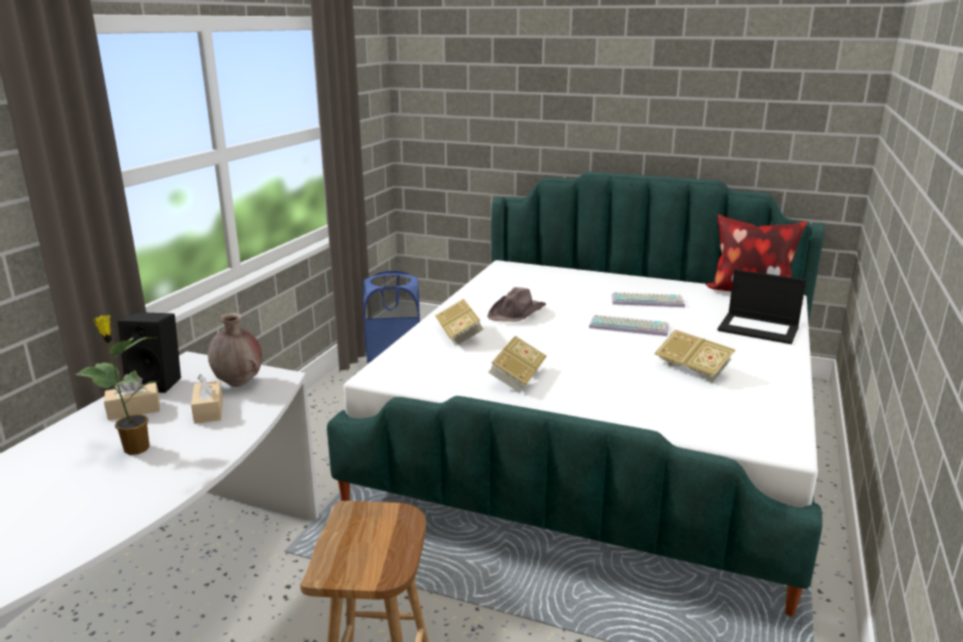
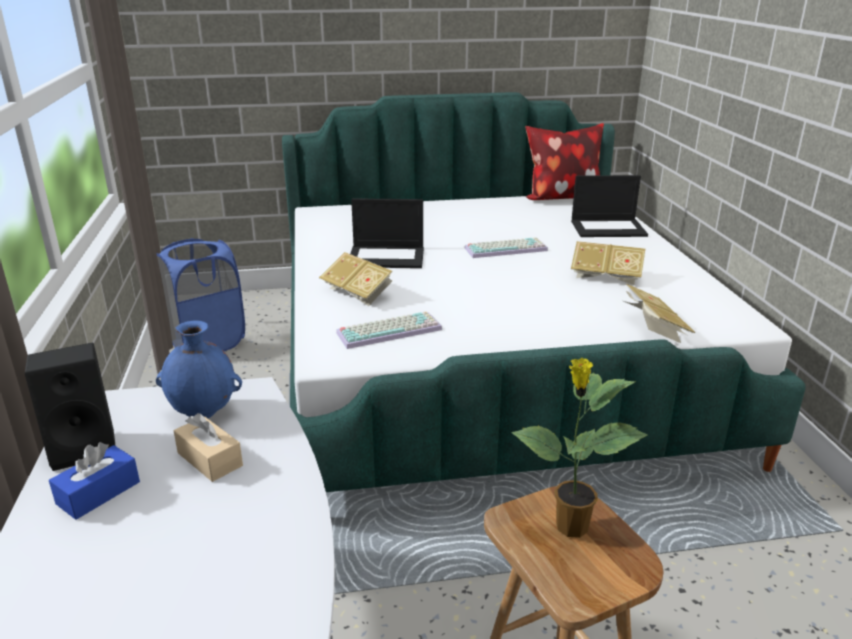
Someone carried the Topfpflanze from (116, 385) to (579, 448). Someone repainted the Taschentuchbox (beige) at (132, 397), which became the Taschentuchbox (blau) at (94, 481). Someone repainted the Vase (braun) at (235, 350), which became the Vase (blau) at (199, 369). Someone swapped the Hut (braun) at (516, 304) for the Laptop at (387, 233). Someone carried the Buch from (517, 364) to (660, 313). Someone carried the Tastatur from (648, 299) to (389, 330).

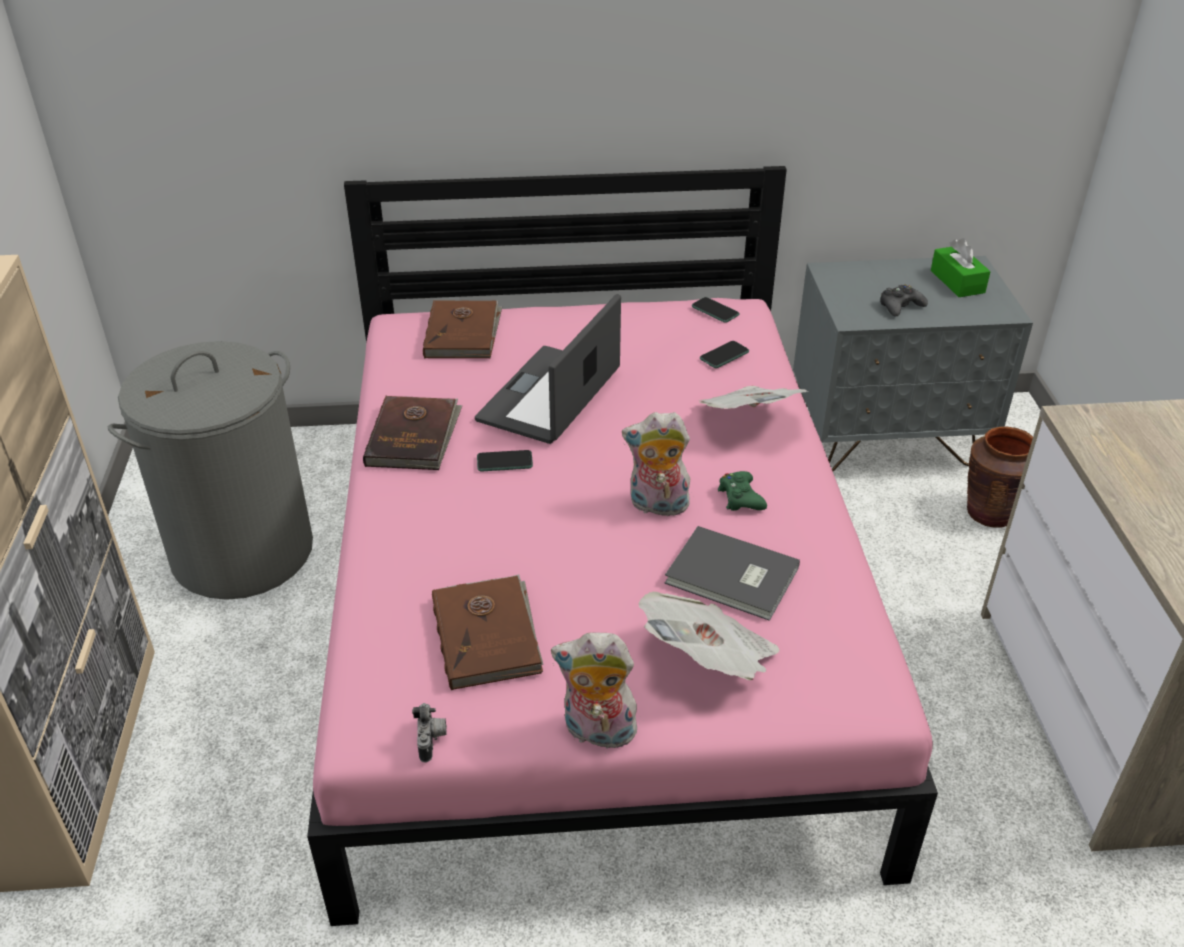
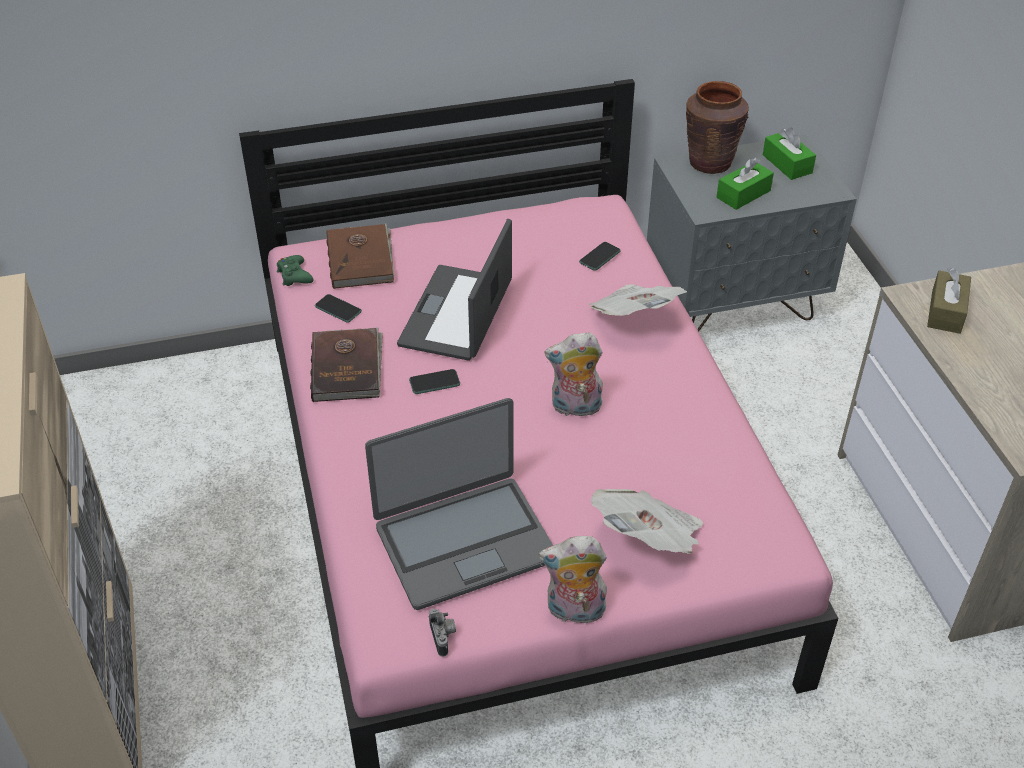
Someone took away the Wäschekorb (grau) at (210, 470). Someone swapped the Buch (braun) at (487, 632) for the Laptop at (459, 504). Someone took away the Buch (grau) at (732, 573). Someone carried the Handy from (716, 310) to (338, 308). Someone carried the Gamepad (grün) from (742, 491) to (295, 270). Someone swapped the Gamepad (schwarz) at (904, 300) for the Taschentuchbox (grün) at (745, 183). Someone carried the Vase (braun) from (1000, 477) to (717, 127). Someone put down the Taschentuchbox (braun) at (949, 301).

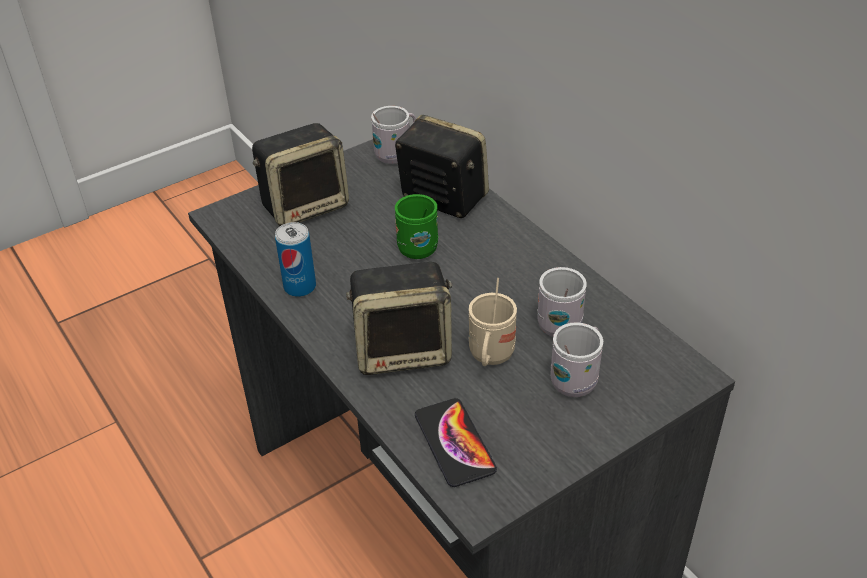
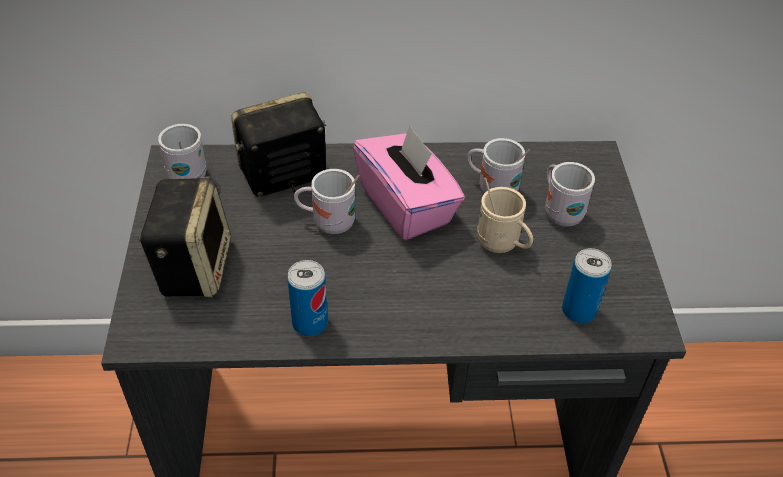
Someone took away the Lautsprecher at (399, 318). Someone repainted the Henkelbecher (grün) at (416, 226), which became the Henkelbecher (weiß) at (327, 201). Someone swapped the Handy at (456, 442) for the Dose at (587, 285). Someone put down the Taschentuchbox (rosa) at (409, 182).

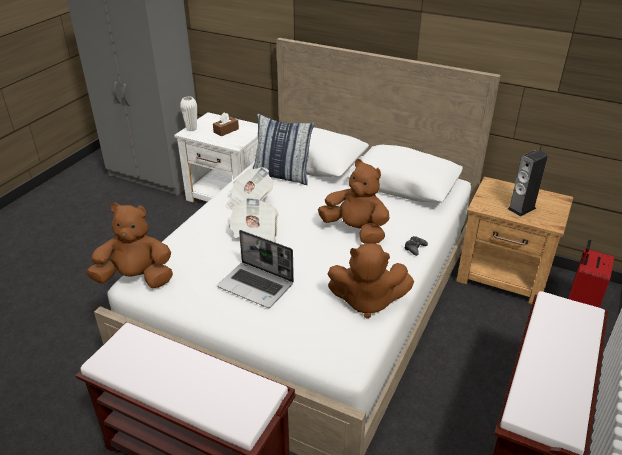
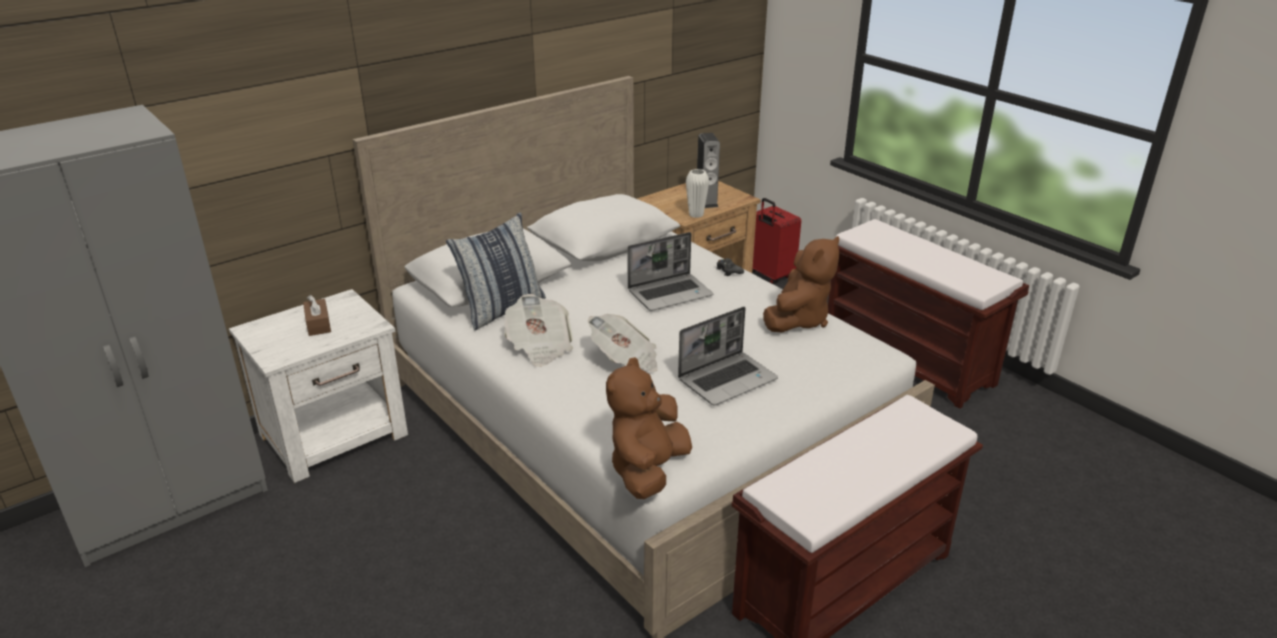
Someone carried the Vase (weiß) from (188, 113) to (697, 193). Someone swapped the Plüschtier (braun) at (353, 201) for the Laptop at (670, 271).

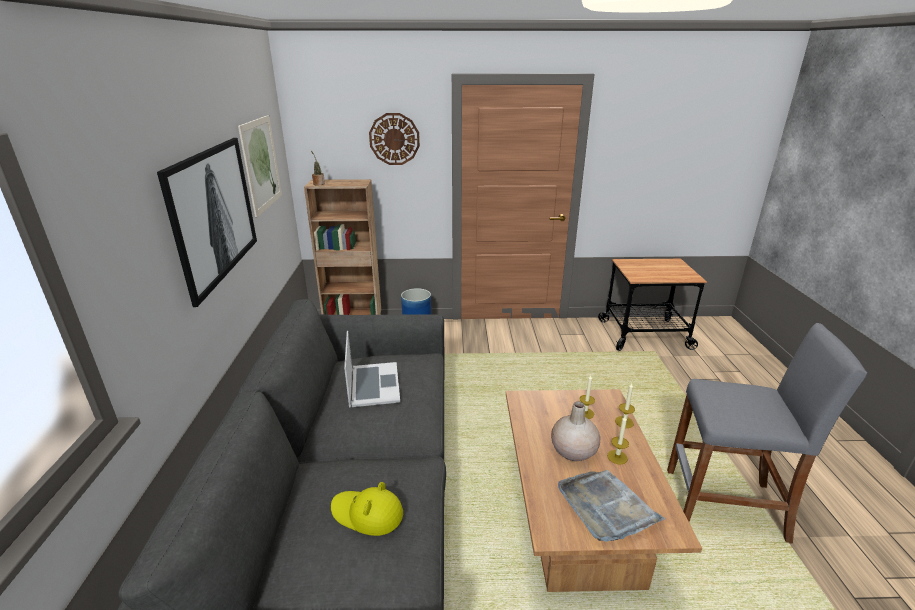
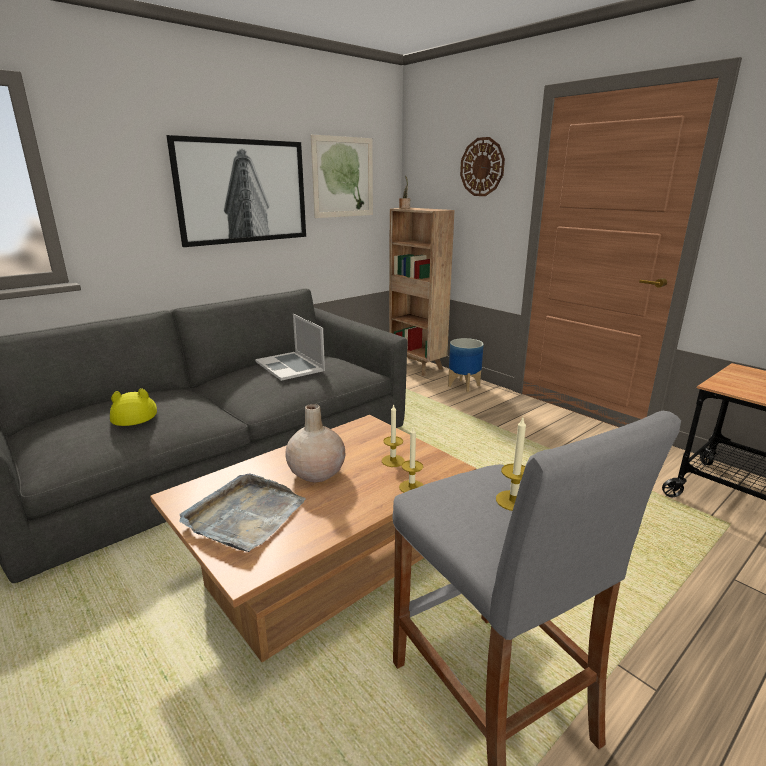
Someone rotated the Laptop at (372, 369) by 105 degrees clockwise. Someone carried the Kerze from (618, 440) to (511, 464).

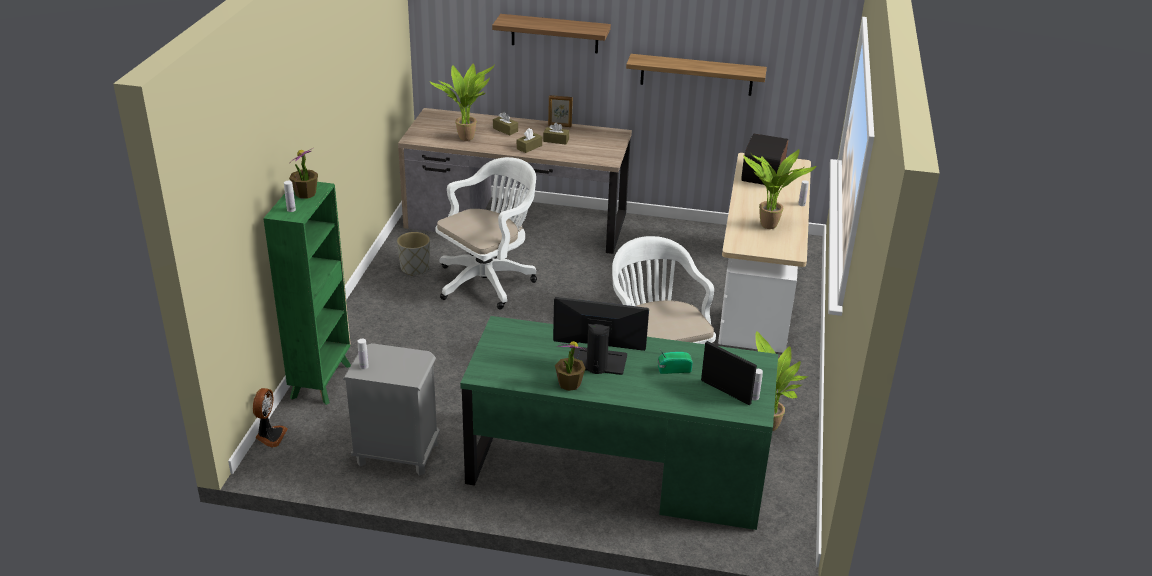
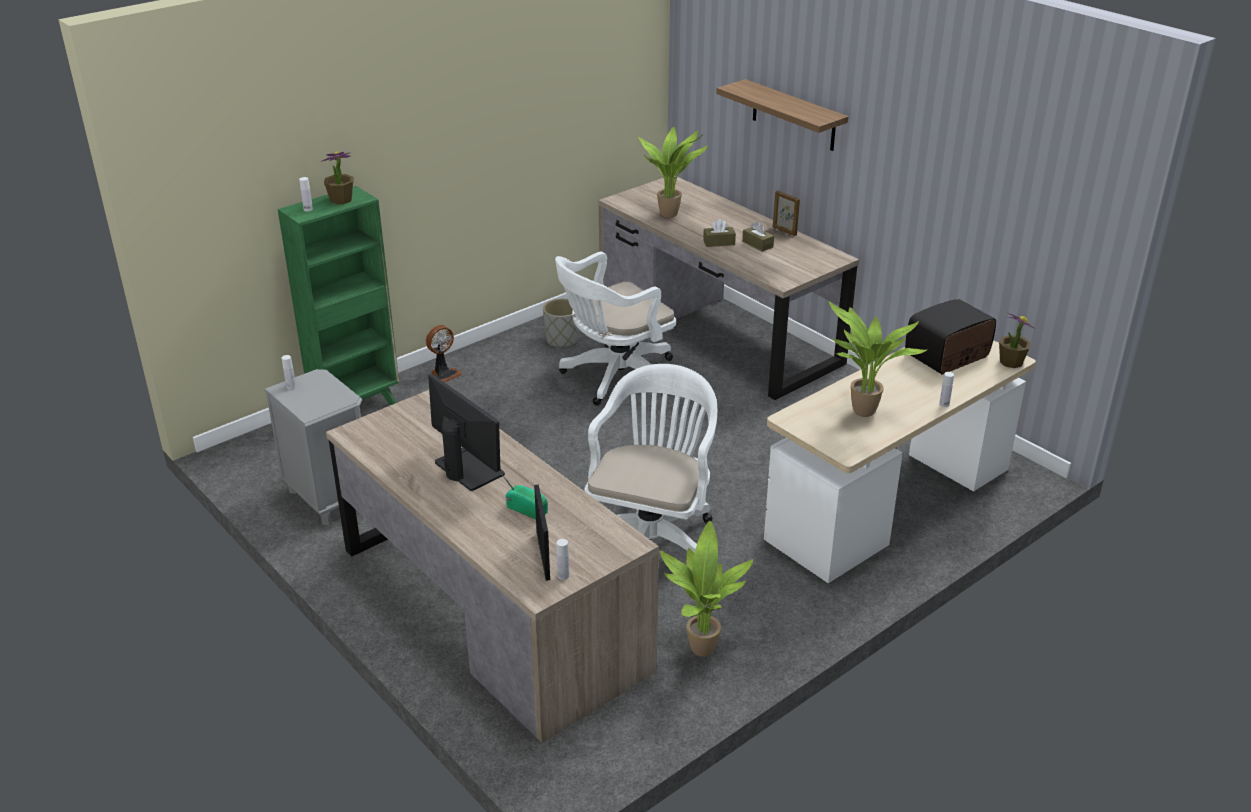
Someone carried the Ventilator from (270, 417) to (444, 353). Someone rotated the Bürostuhl (weiß) at (486, 233) by 150 degrees clockwise. Someone repainted the Schreibtisch (grün) at (619, 423), which became the Schreibtisch (braun) at (492, 566). Someone took away the Taschentuchbox (braun) at (505, 123). Someone carried the Topfpflanze from (570, 366) to (1016, 340). Someone took away the Wandregal at (696, 75).

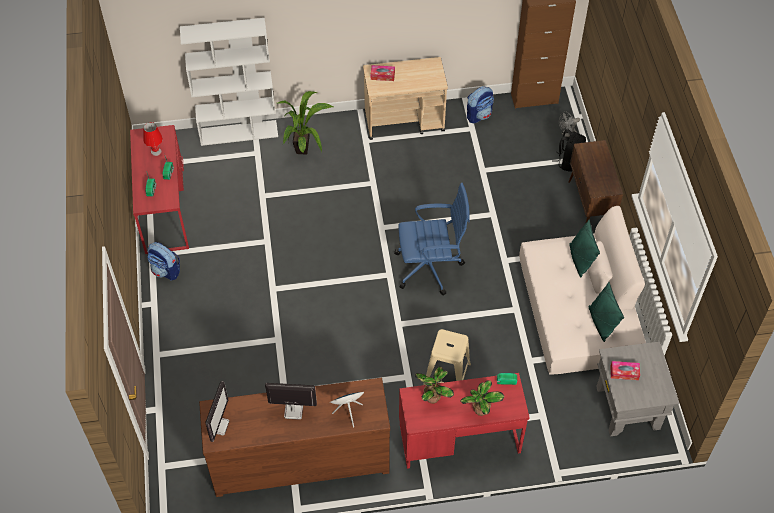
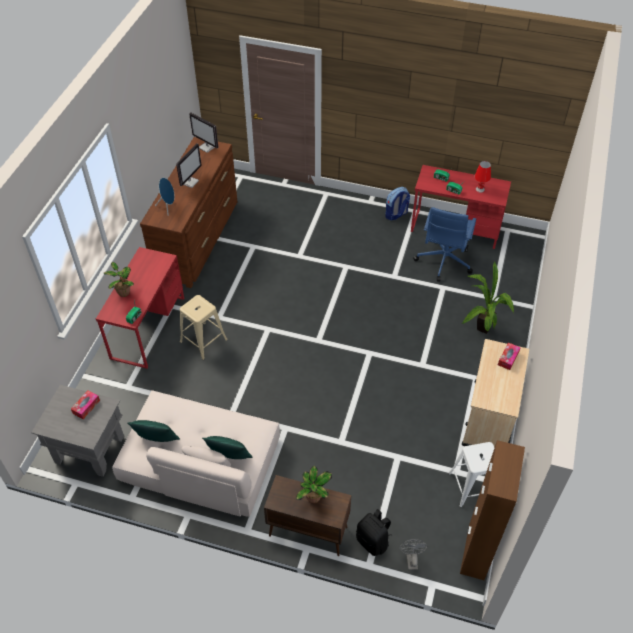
Someone took away the Bücherregal (weiß) at (229, 82). Someone carried the Bürostuhl (blau) from (432, 239) to (444, 244). Someone carried the Topfpflanze from (434, 385) to (314, 484). Someone swapped the Rucksack at (480, 104) for the Hocker (weiß) at (471, 474).

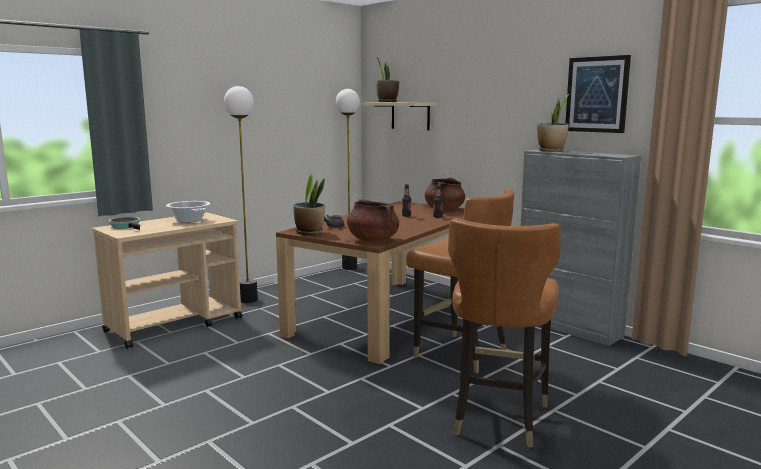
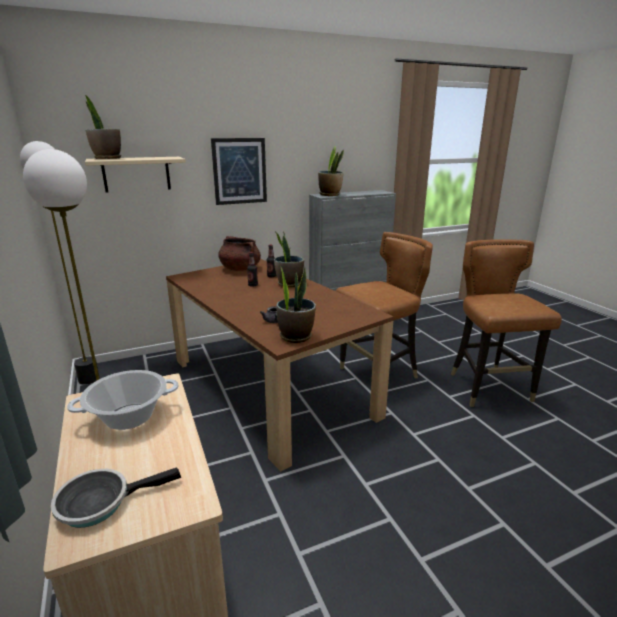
Someone took away the Kochtopf (braun) at (373, 220). Someone rotated the Stuhl (braun) at (504, 333) by 135 degrees counterclockwise. Someone carried the Bild from (598, 94) to (239, 171). Someone put down the Topfpflanze at (289, 259).

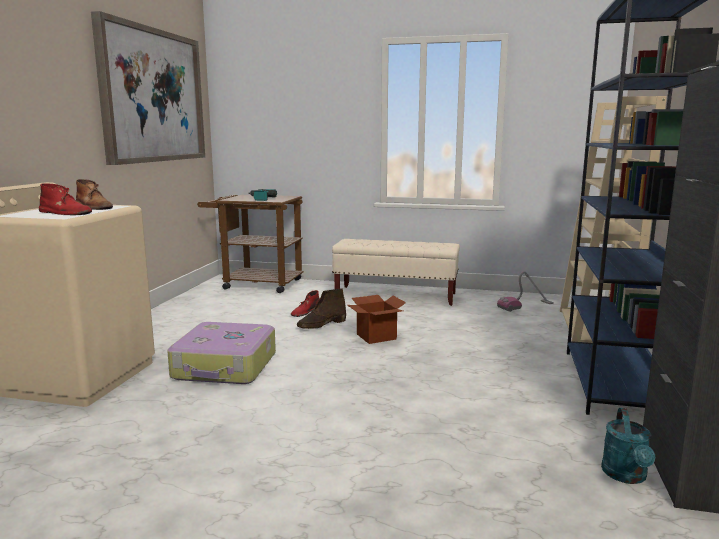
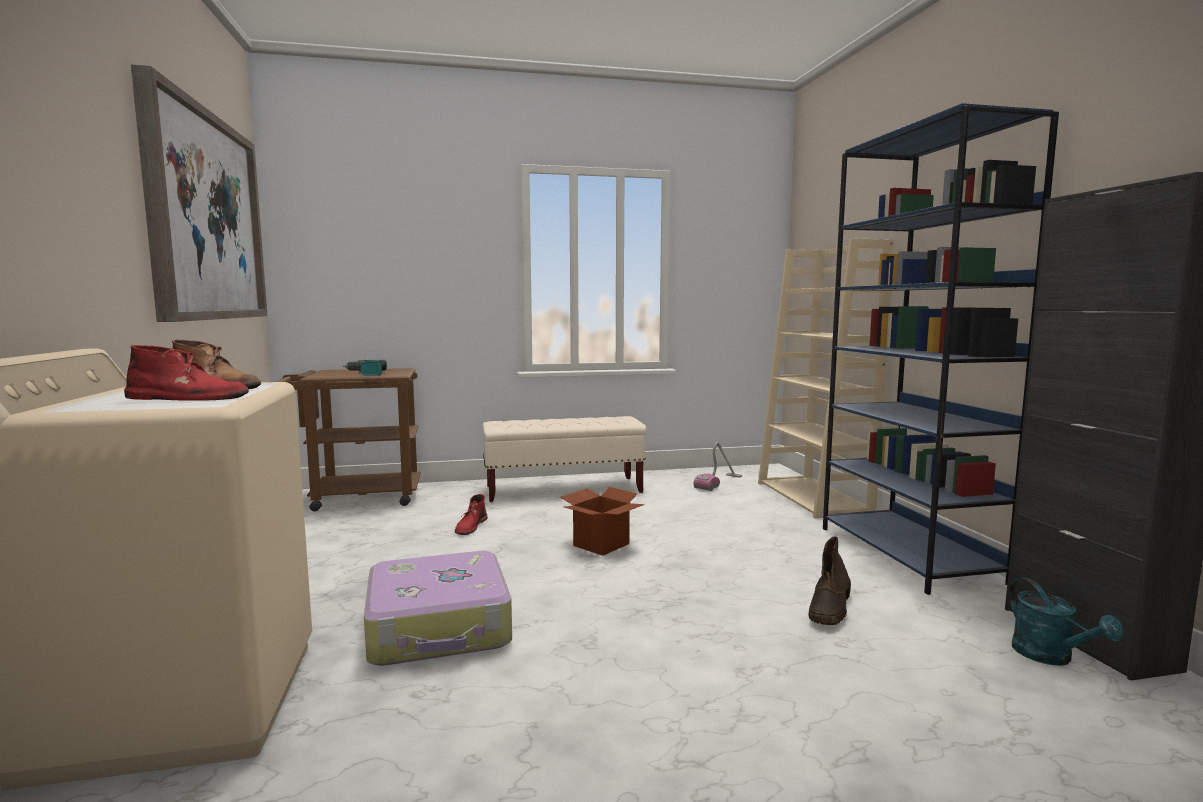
Someone carried the Stiefel (braun) from (321, 308) to (830, 580).

